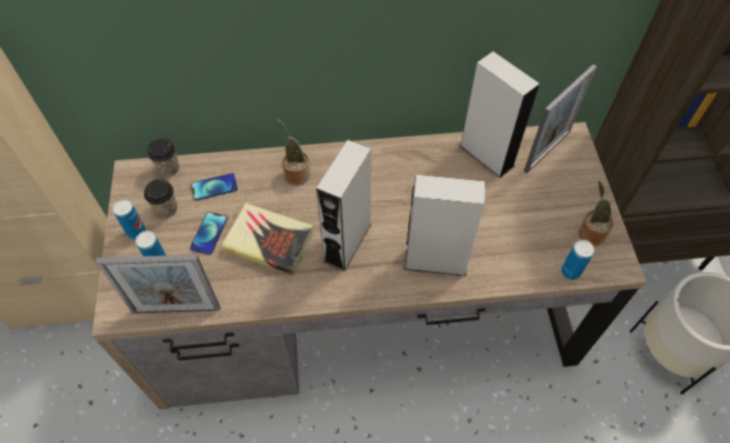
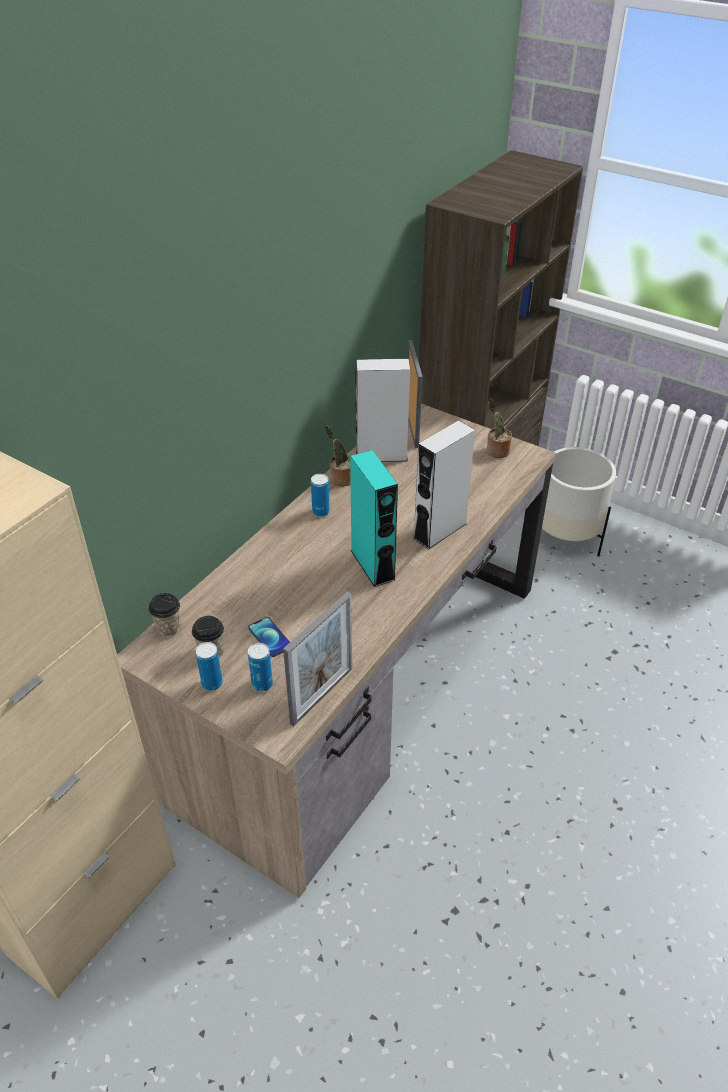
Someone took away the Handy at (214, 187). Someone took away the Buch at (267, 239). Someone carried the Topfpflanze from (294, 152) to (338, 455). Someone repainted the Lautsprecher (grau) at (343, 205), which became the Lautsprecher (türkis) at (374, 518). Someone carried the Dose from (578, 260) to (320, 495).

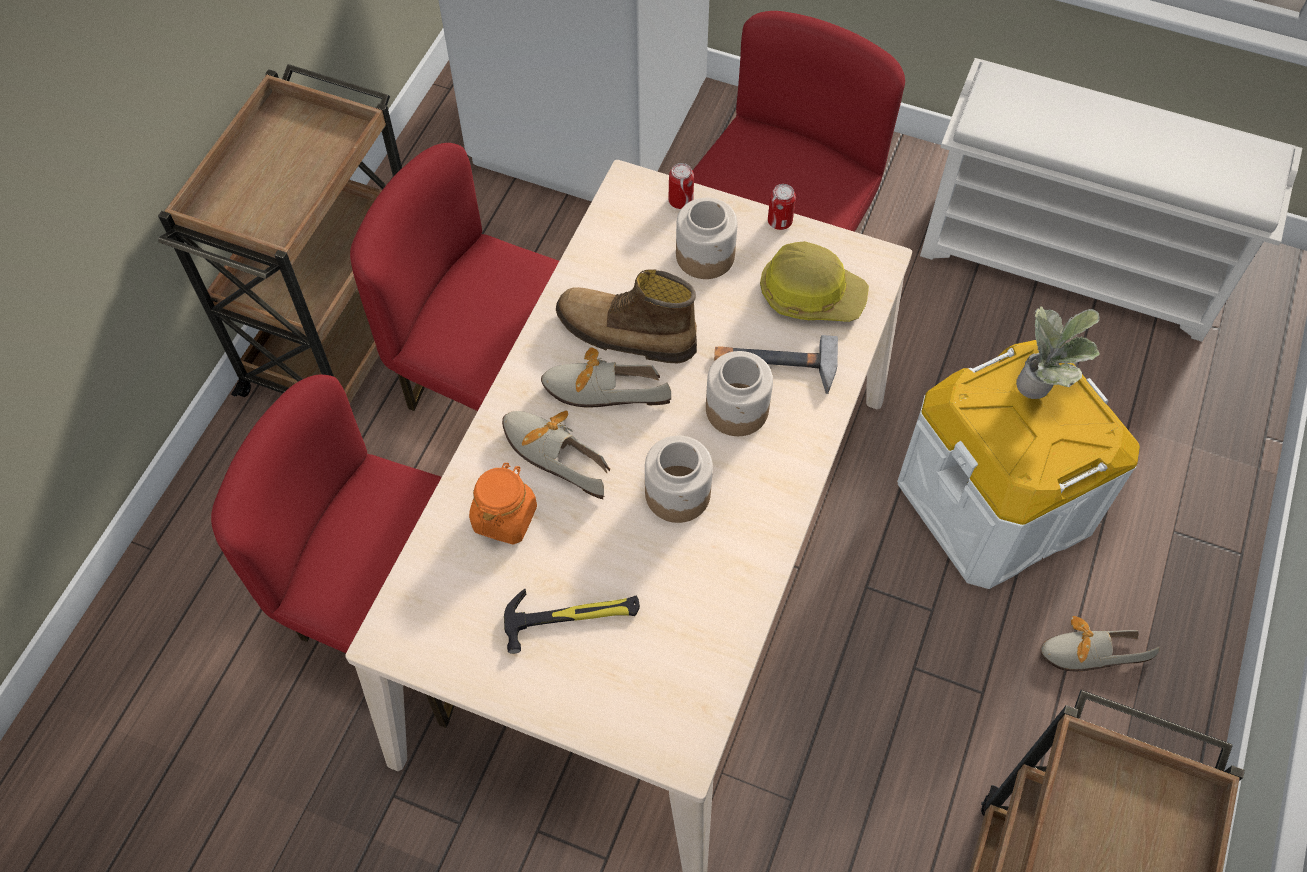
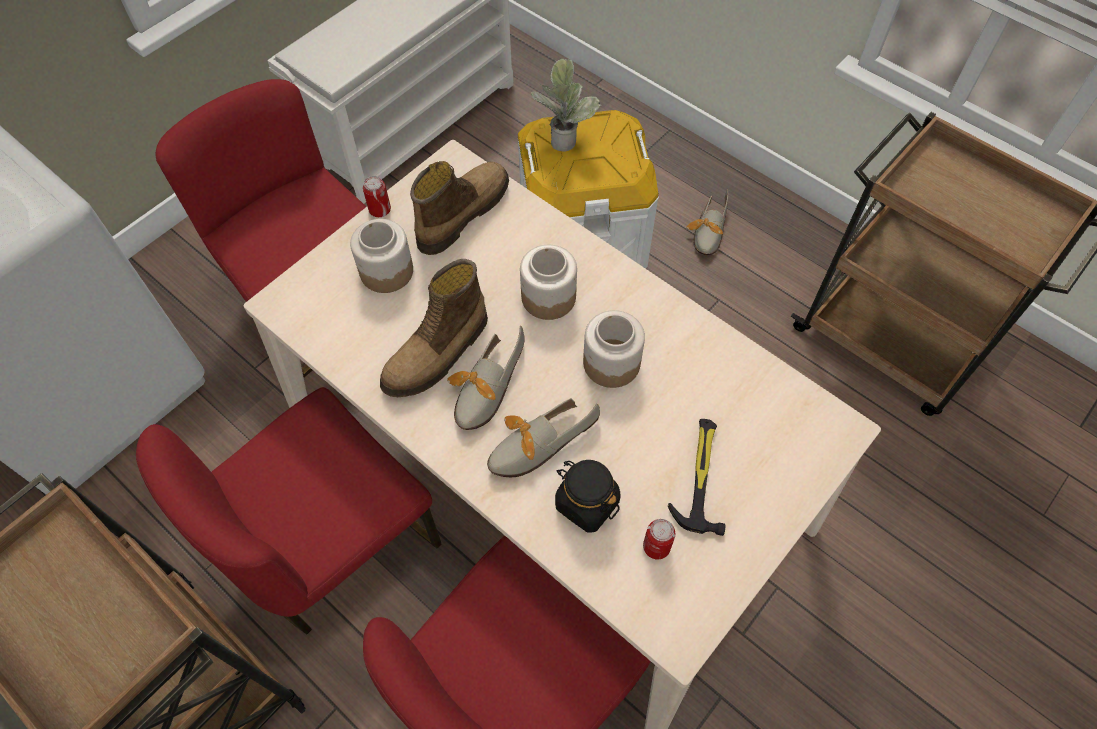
Someone repainted the Vorratsglas (orange) at (503, 504), which became the Vorratsglas (schwarz) at (588, 496). Someone carried the Dose from (681, 186) to (659, 539). Someone took away the Hammer at (776, 364). Someone swapped the Schutzhelm at (814, 281) for the Stiefel at (459, 208).

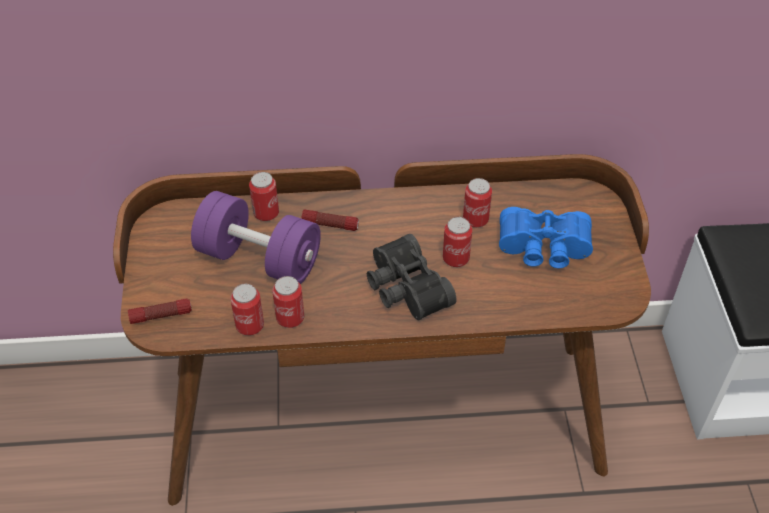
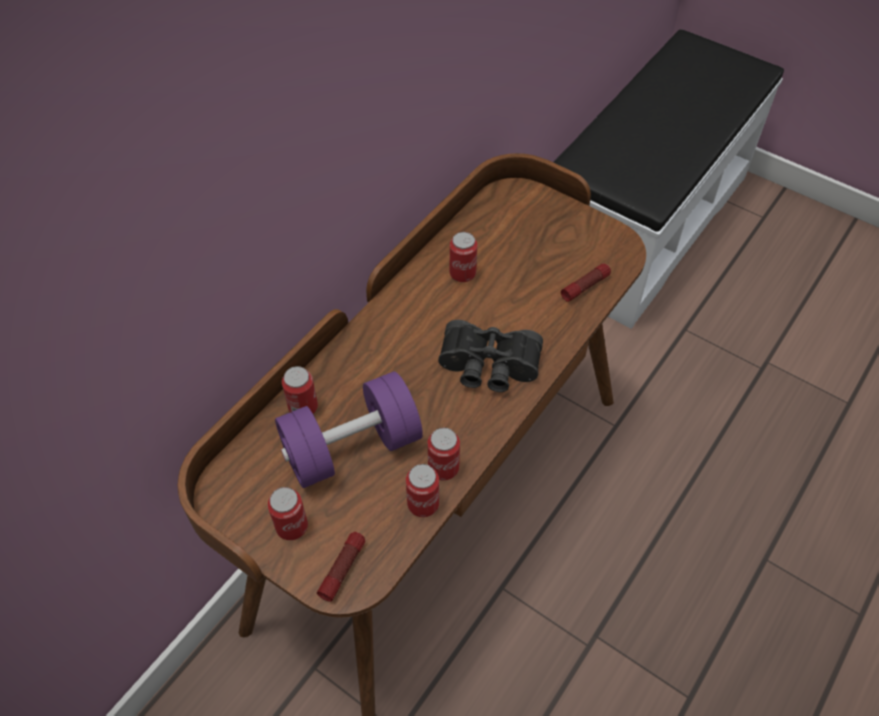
Someone carried the Taschenlampe from (330, 220) to (586, 282). Someone carried the Dose from (457, 242) to (288, 513). Someone took away the Fernglas (blau) at (546, 238).

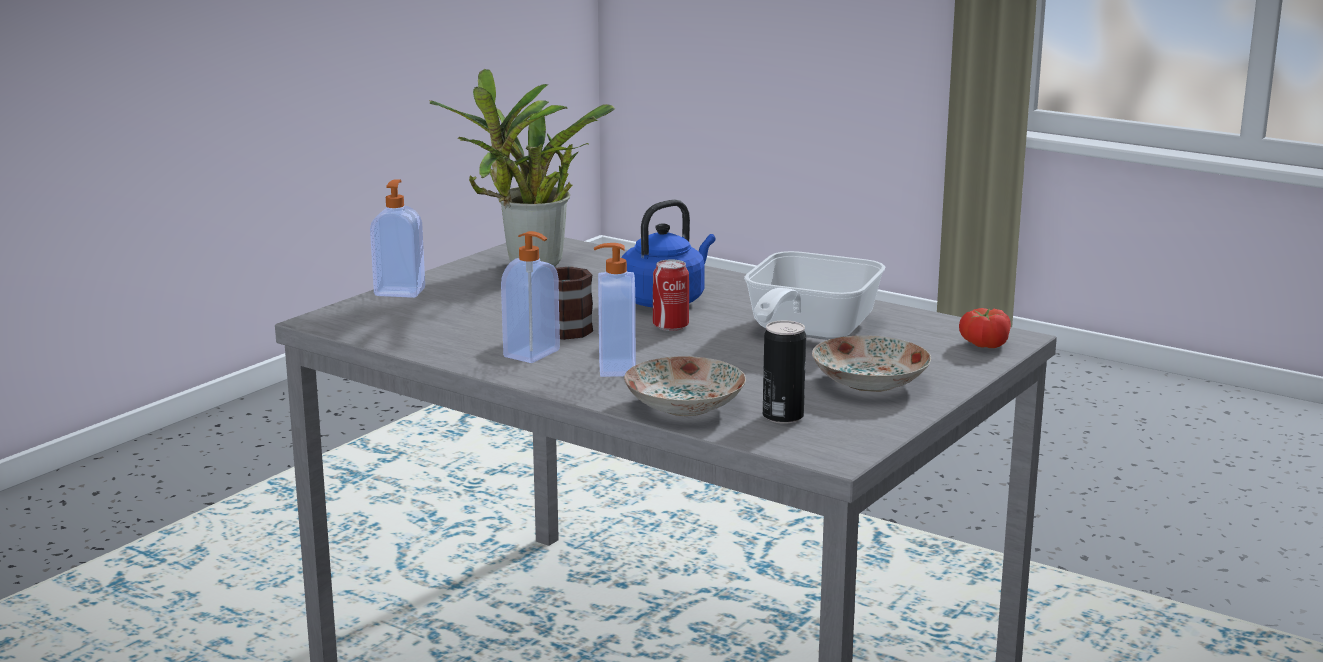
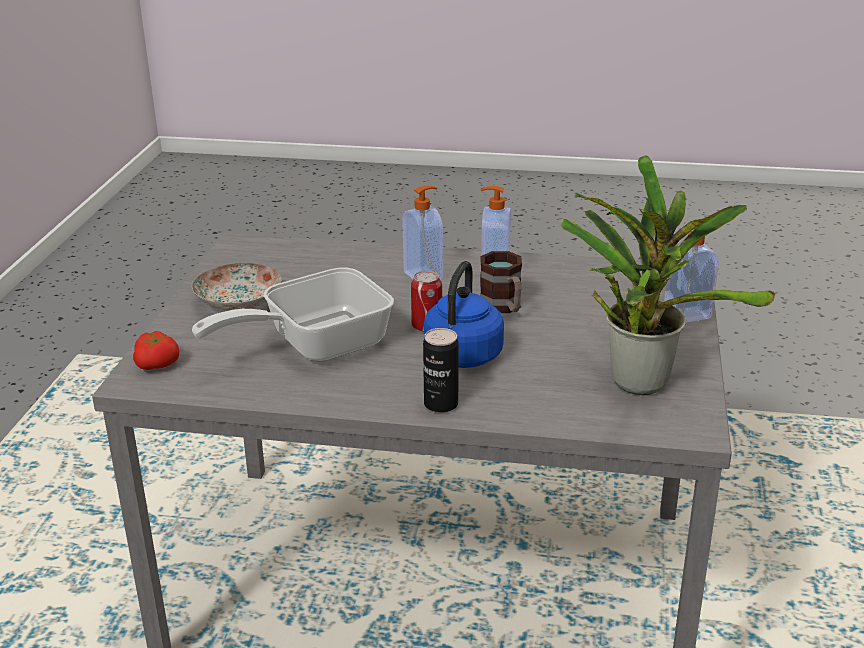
Someone took away the Teller at (685, 386). Someone rotated the Pfanne at (814, 295) by 120 degrees counterclockwise. Someone carried the Dose from (784, 372) to (441, 370).

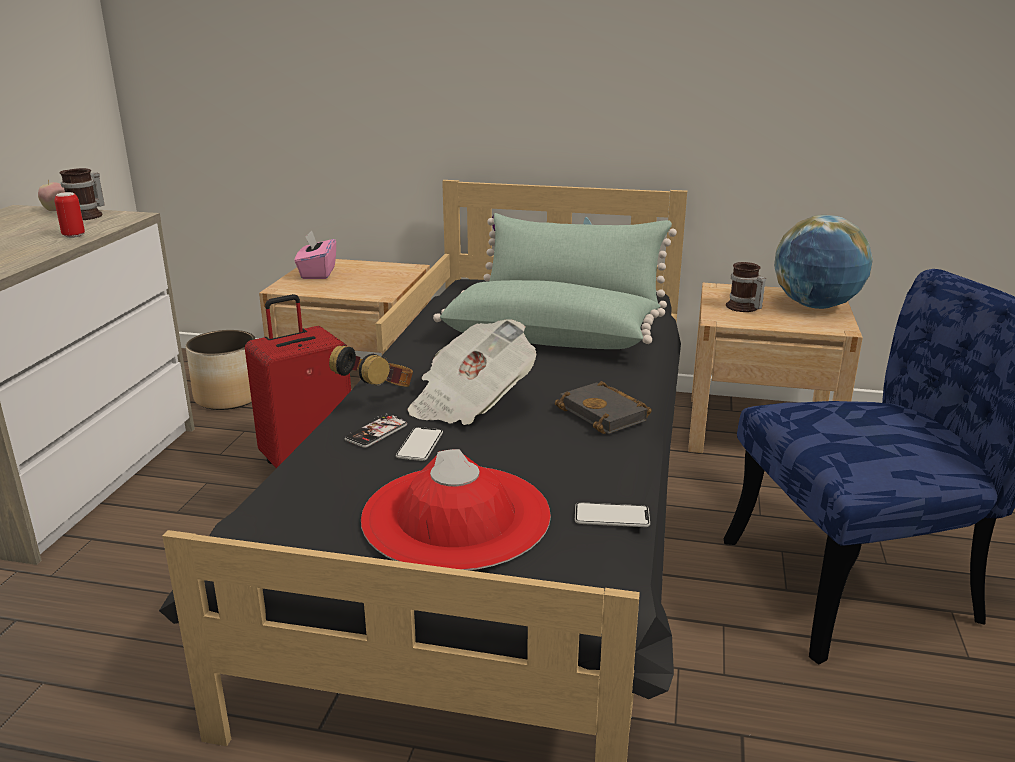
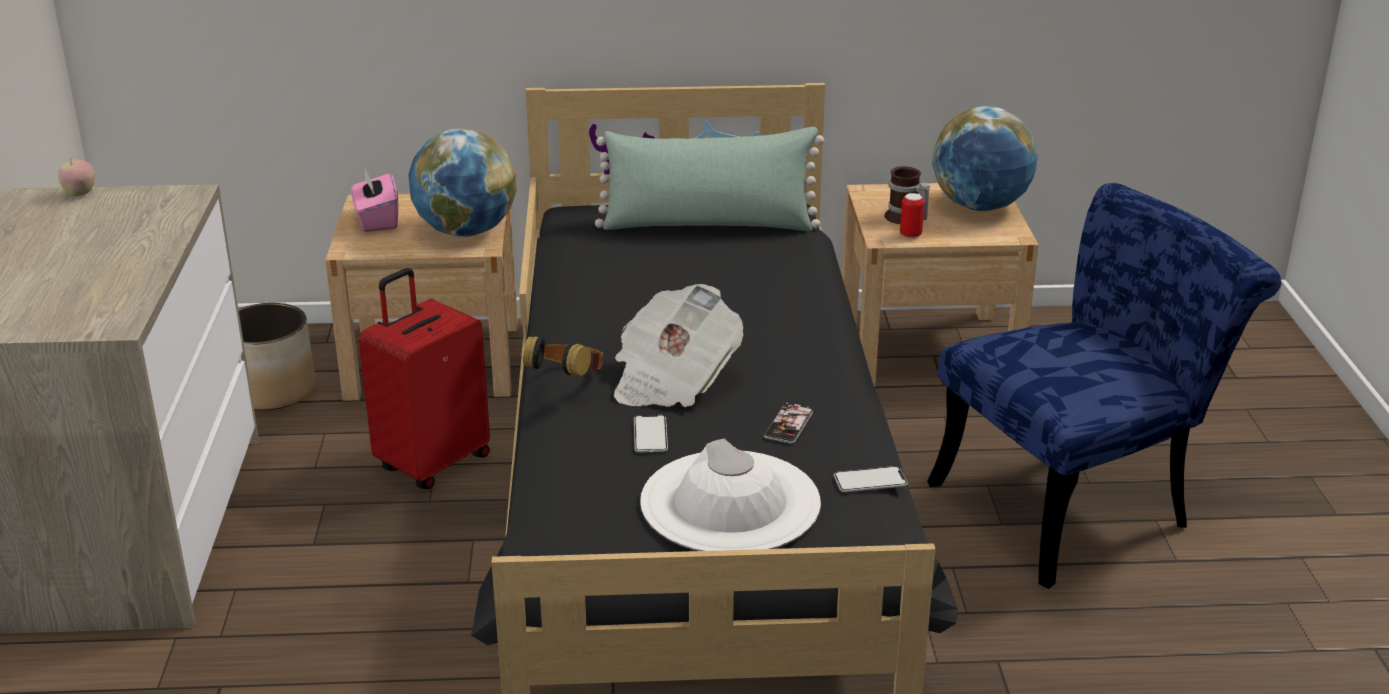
Someone carried the Dose from (69, 215) to (912, 216). Someone took away the Henkelbecher at (82, 194). Someone carried the Handy from (376, 430) to (788, 423). Someone repainted the Hut (rot) at (456, 509), which became the Hut (weiß) at (730, 495). Someone took away the Kissen (grün) at (549, 314). Someone took away the Buch (schwarz) at (603, 407). Someone put down the Globus at (462, 182).

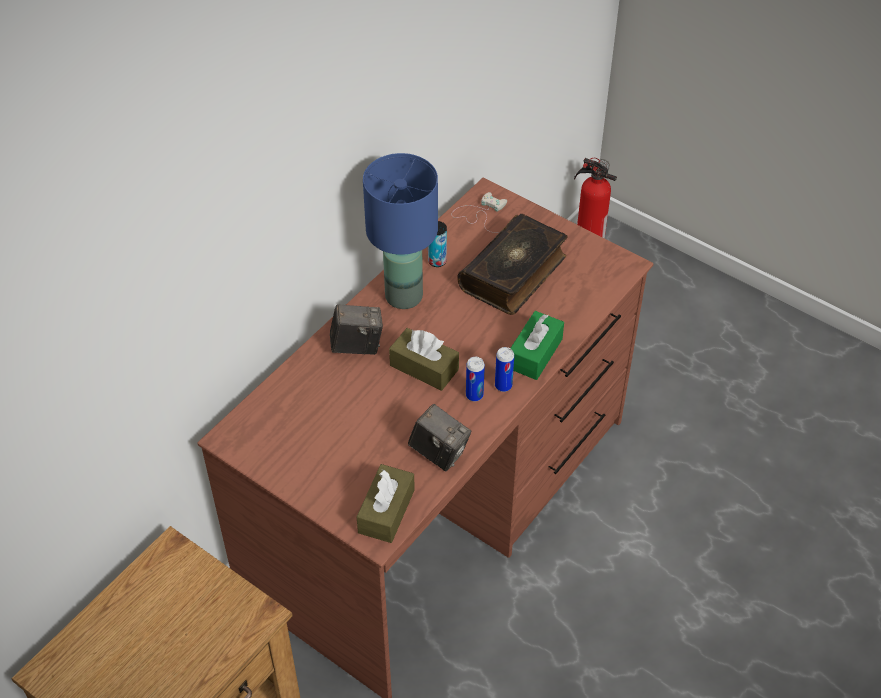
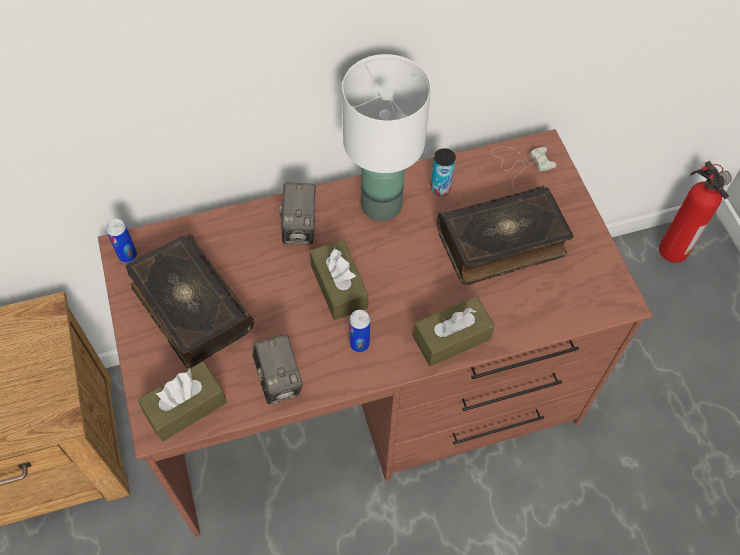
Someone rotated the Kamera at (356, 329) by 60 degrees clockwise. Someone repainted the Tischlampe (blau) at (400, 231), which became the Tischlampe (weiß) at (386, 137). Someone carried the Dose from (504, 369) to (121, 240). Someone repainted the Taschentuchbox (grün) at (537, 345), which became the Taschentuchbox (braun) at (454, 331). Someone put down the Buch at (189, 300).

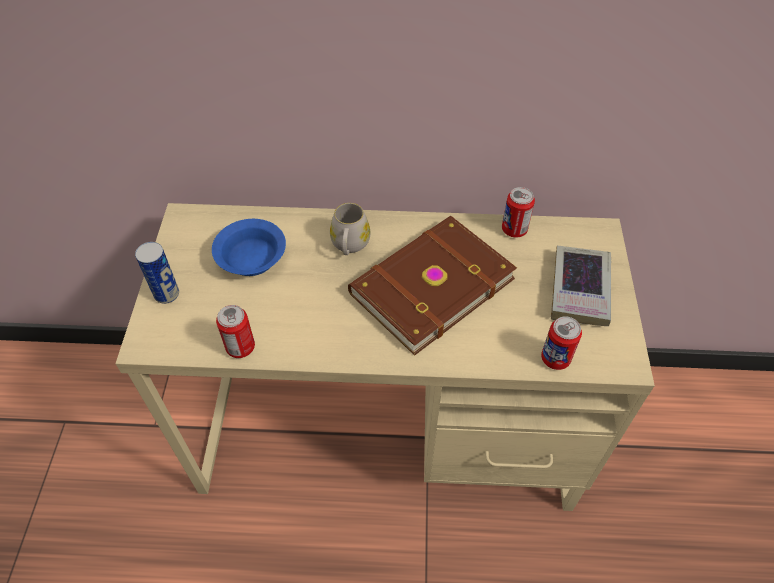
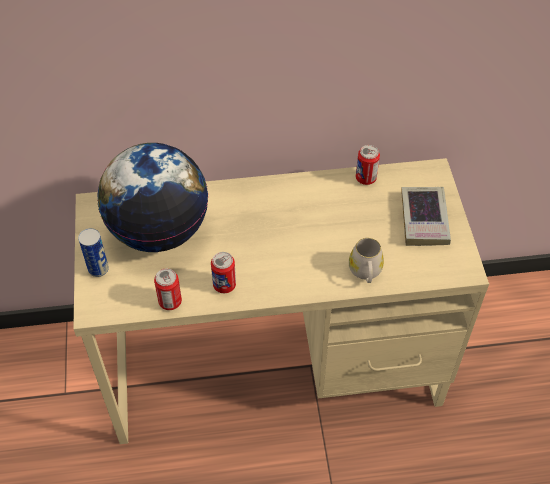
Someone swapped the Schüssel (blau) at (249, 247) for the Globus at (152, 197). Someone carried the Henkelbecher (weiß) from (350, 229) to (366, 260). Someone took away the Buch (braun) at (432, 286). Someone carried the Dose from (561, 343) to (223, 272).

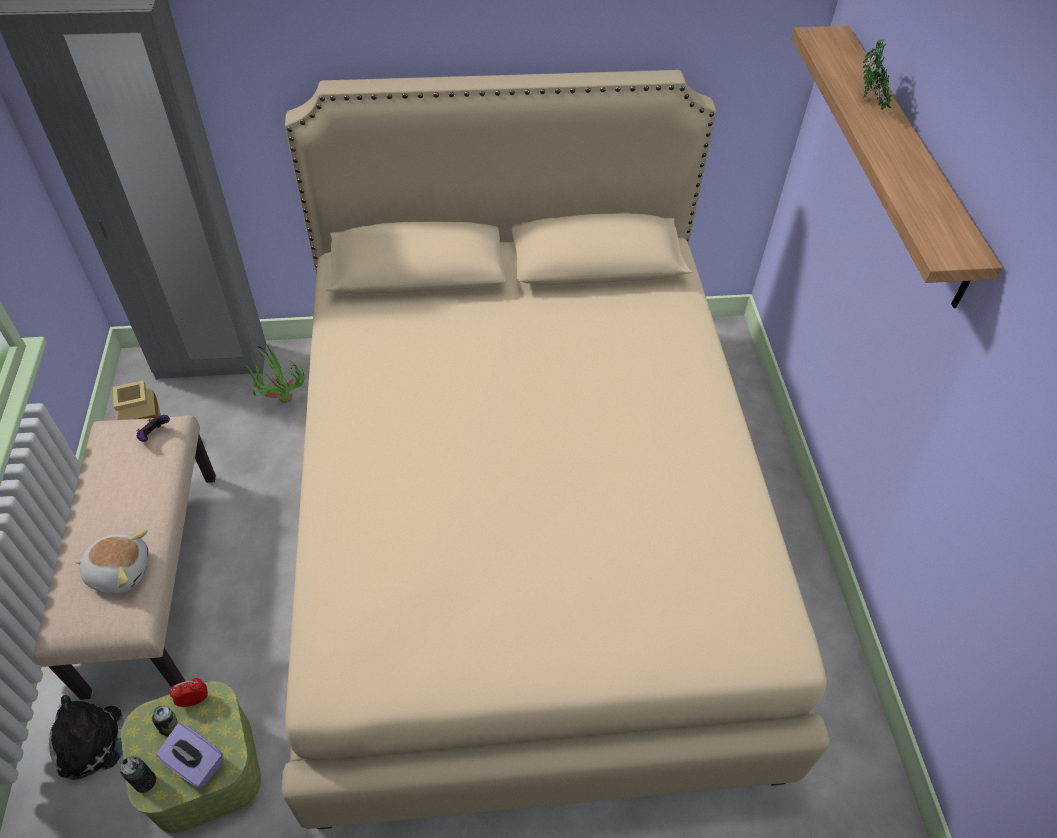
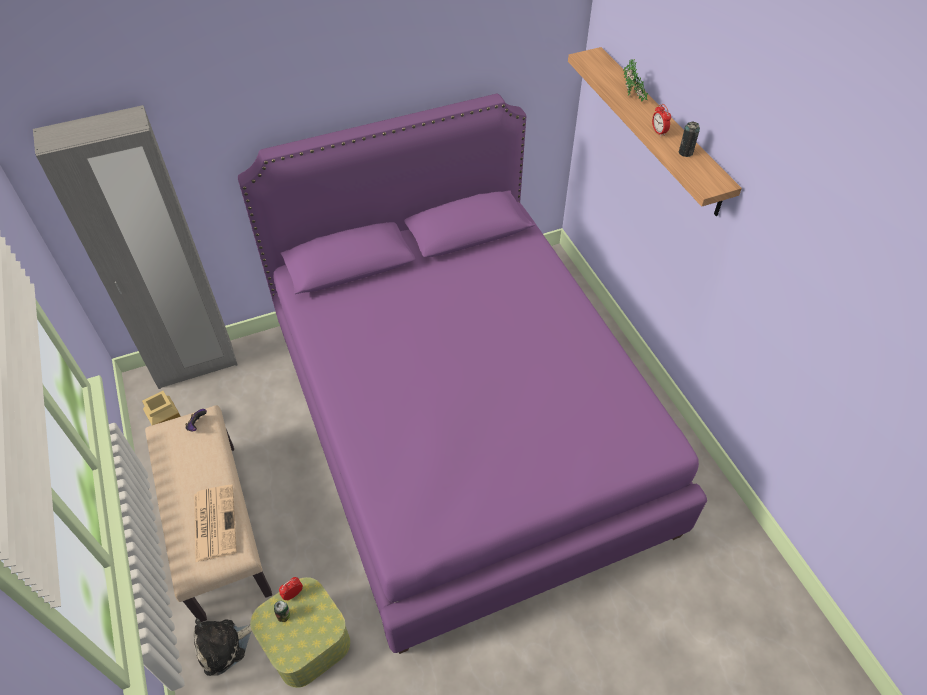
Someone swapped the Plüschtier at (112, 562) for the Zeitung at (215, 523). Someone carried the Dose from (138, 774) to (689, 139). Someone took away the Taschentuchbox (lila) at (189, 755). Someone took away the Topfpflanze at (274, 373). Someone repainted the Bett (beige) at (555, 450), which became the Bett (lila) at (472, 374). Someone put down the Wecker at (661, 120).

